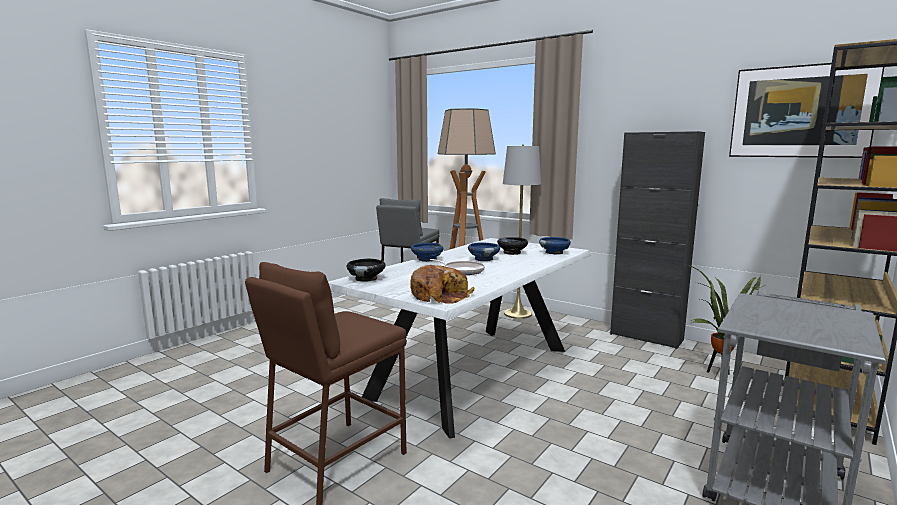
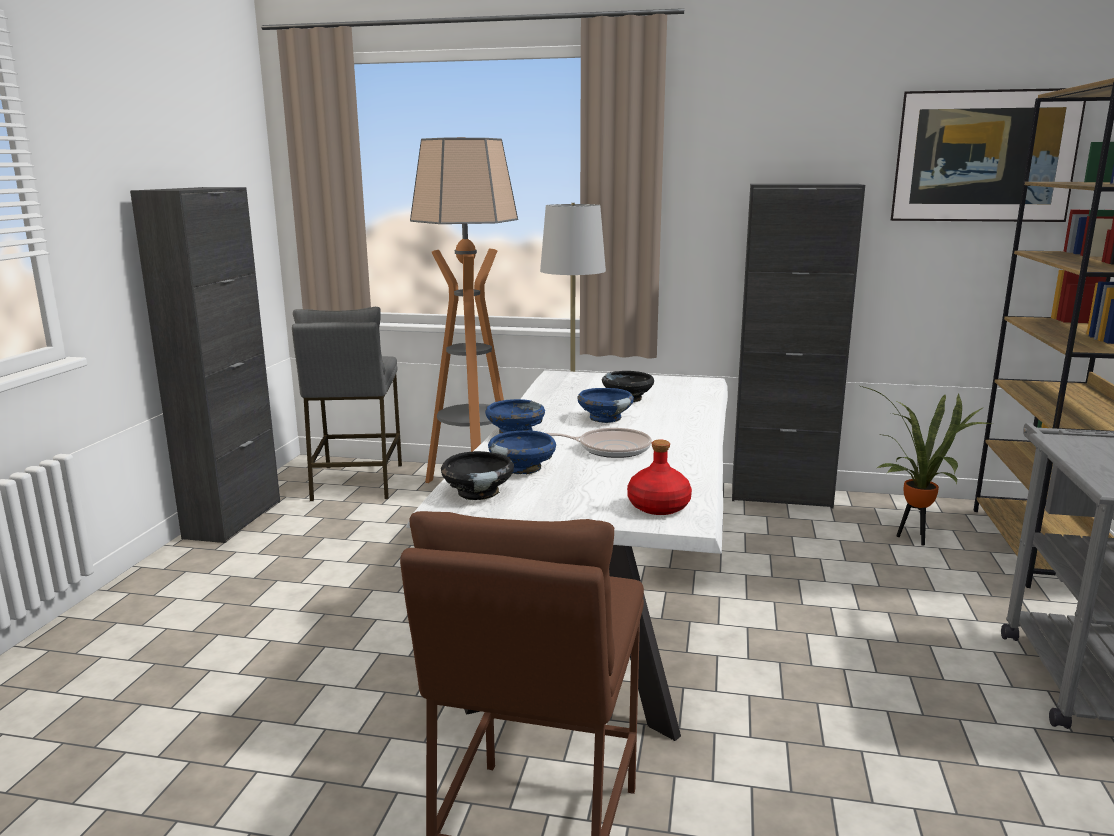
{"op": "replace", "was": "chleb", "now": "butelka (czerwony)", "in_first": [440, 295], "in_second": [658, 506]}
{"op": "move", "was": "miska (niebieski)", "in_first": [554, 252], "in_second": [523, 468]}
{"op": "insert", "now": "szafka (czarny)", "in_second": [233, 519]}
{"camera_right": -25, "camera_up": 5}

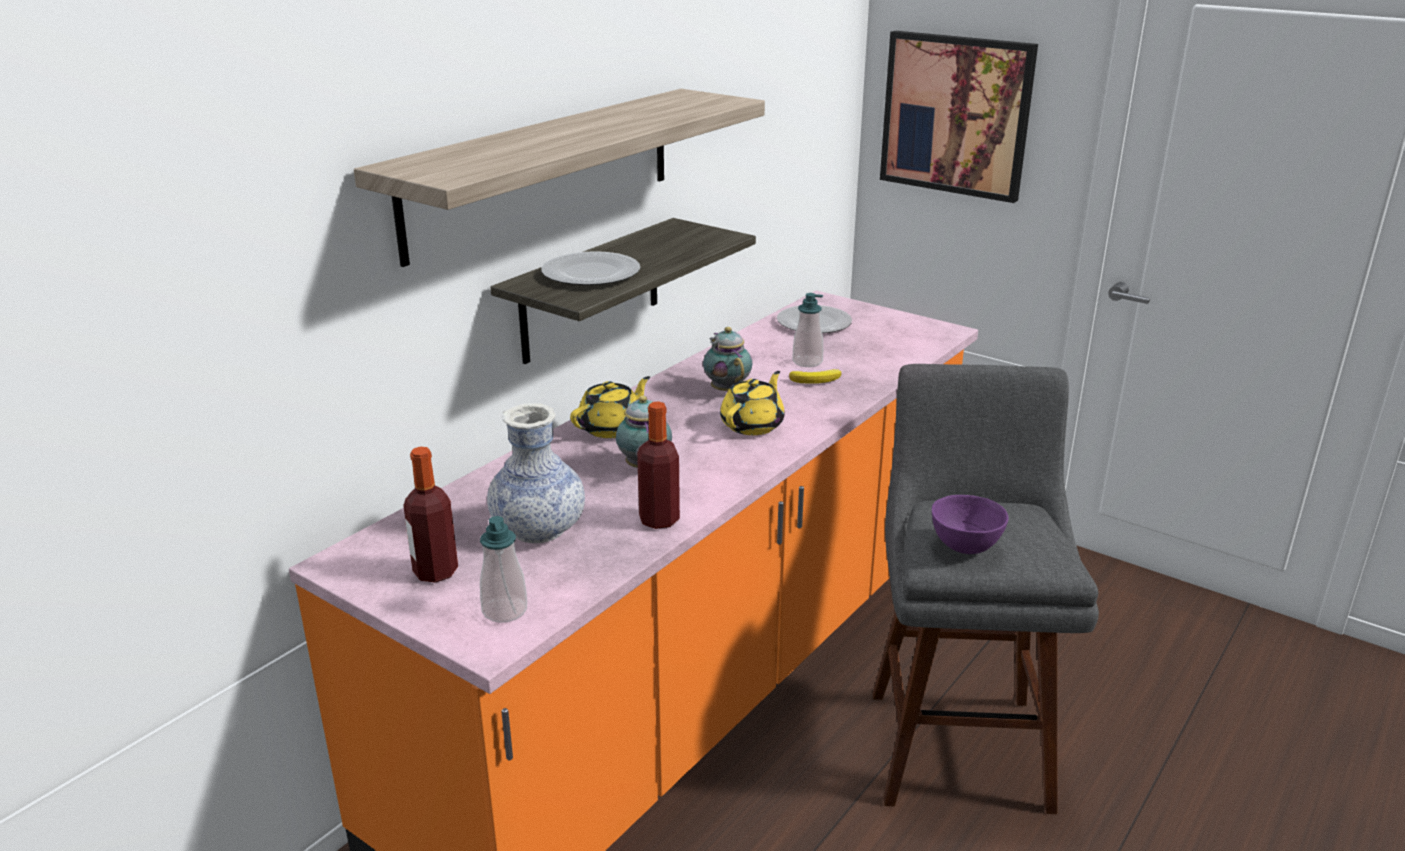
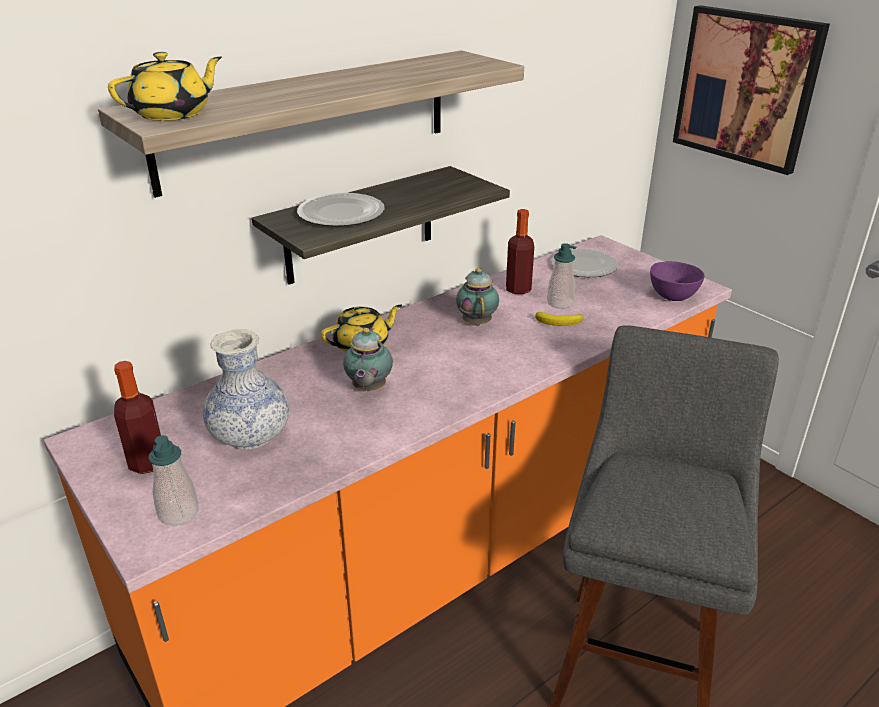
{"op": "move", "was": "butelka", "in_first": [659, 520], "in_second": [518, 289]}
{"op": "move", "was": "imbryk (żółty)", "in_first": [753, 425], "in_second": [173, 114]}
{"op": "move", "was": "miska (fioletowy)", "in_first": [964, 546], "in_second": [672, 296]}
{"camera_right": 15, "camera_up": 5}

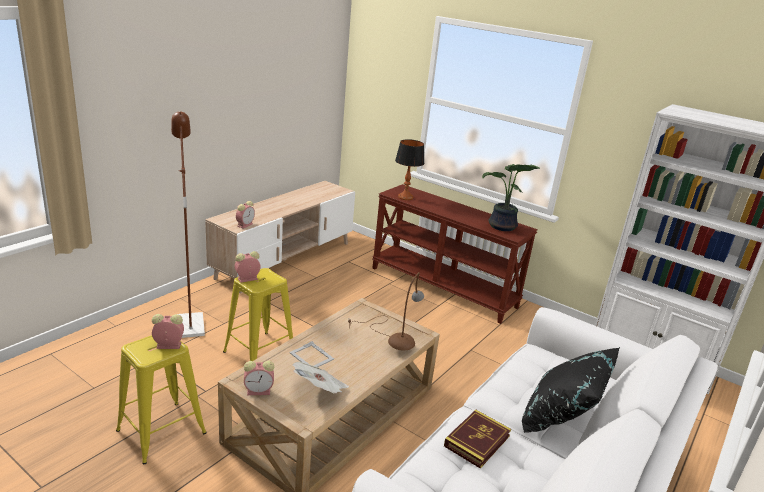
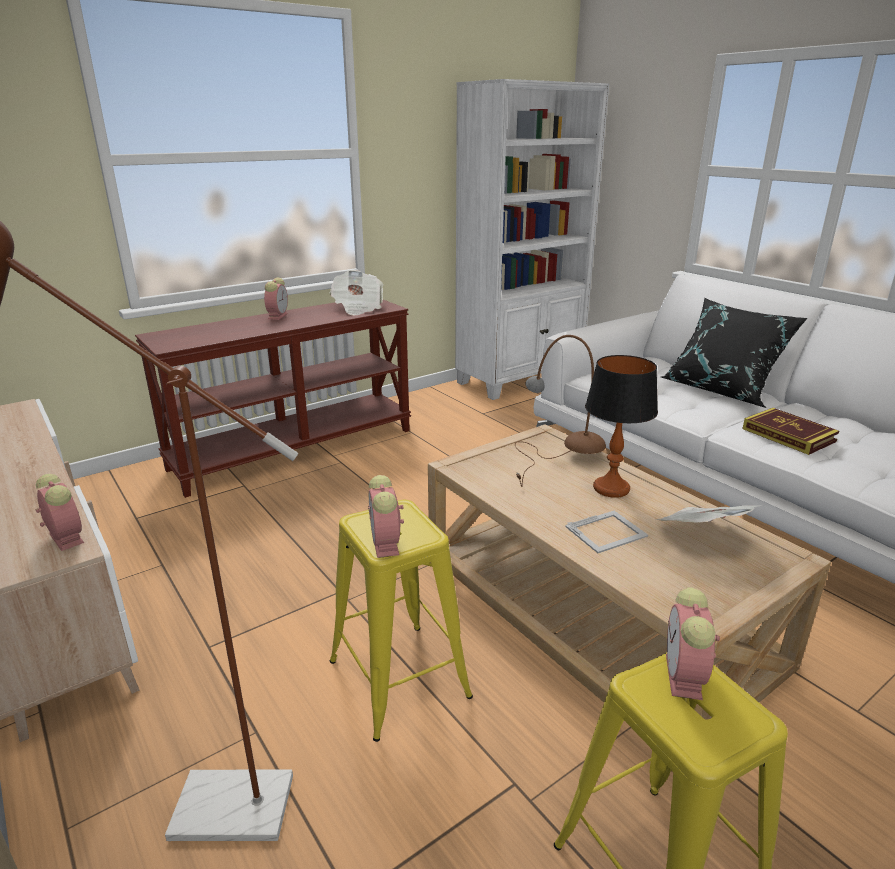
{"op": "move", "was": "budzik", "in_first": [259, 391], "in_second": [277, 316]}
{"op": "move", "was": "lampa stołowa", "in_first": [405, 197], "in_second": [610, 488]}
{"op": "replace", "was": "roślina doniczkowa", "now": "gazeta", "in_first": [502, 227], "in_second": [358, 308]}
{"camera_right": -70, "camera_up": 0}

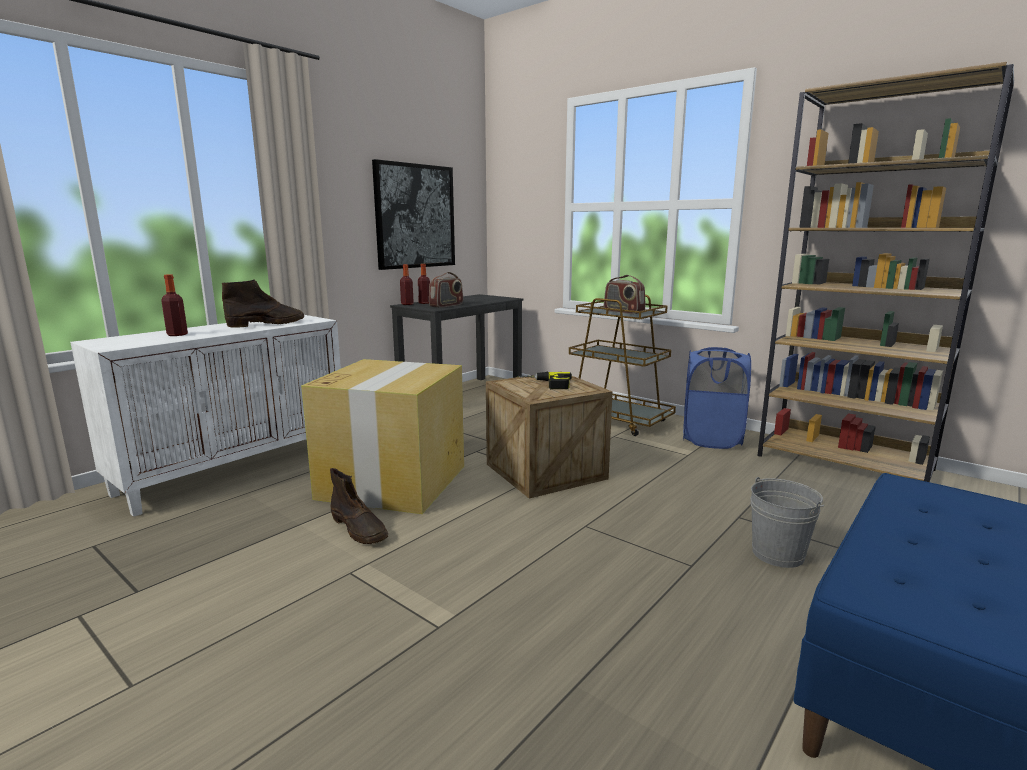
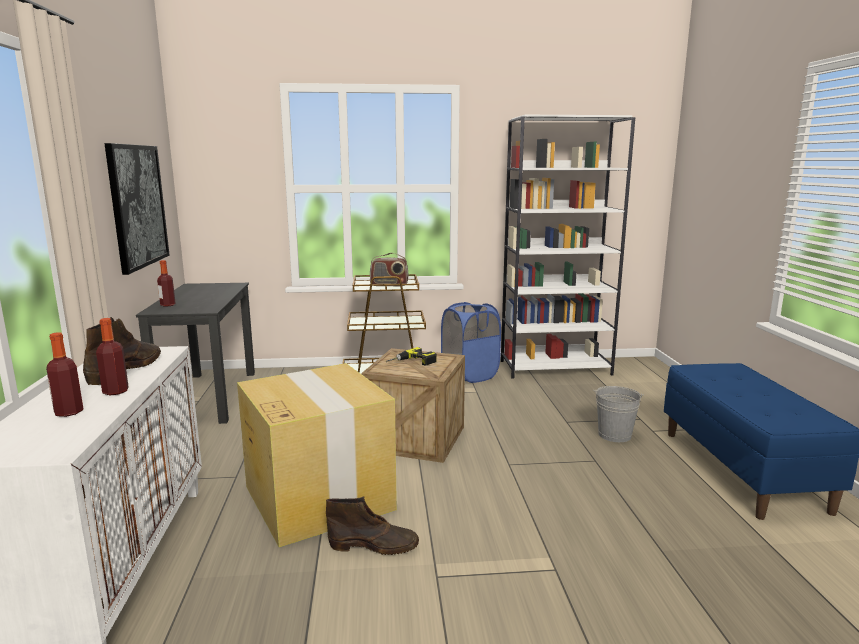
{"op": "move", "was": "butelka", "in_first": [407, 304], "in_second": [115, 391]}
{"op": "delete", "was": "radio", "in_first": [446, 305]}
{"op": "recolor", "was": "regał (brązowy)", "now": "regał (biały)", "in_first": [845, 462], "in_second": [555, 367]}
{"camera_right": -45, "camera_up": 0}

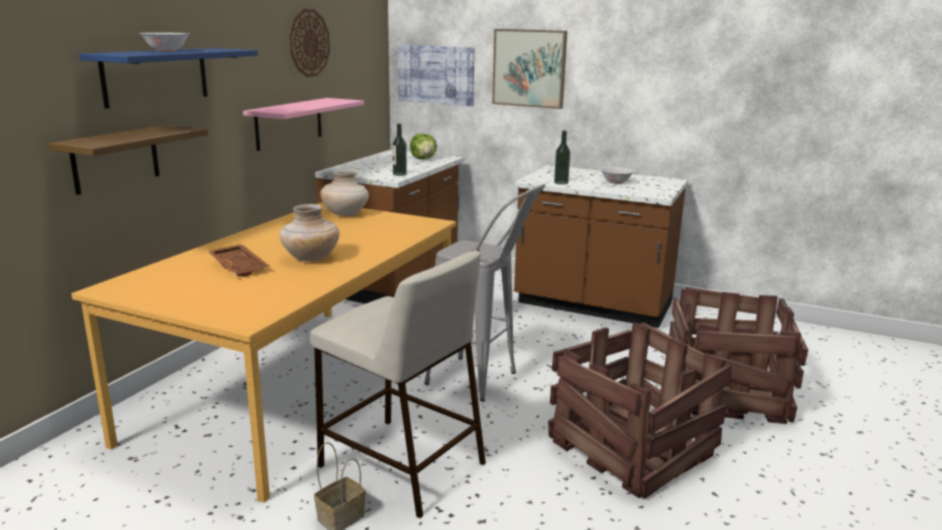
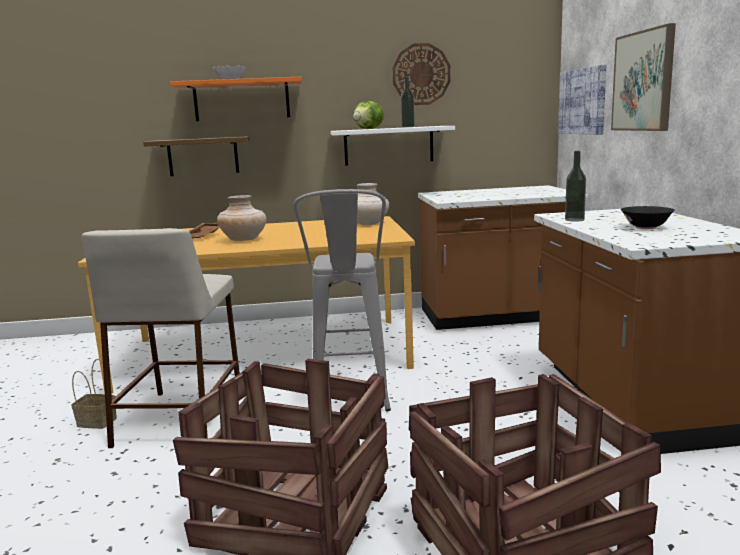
{"op": "recolor", "was": "półka (niebieski)", "now": "półka (pomarańczowy)", "in_first": [156, 76], "in_second": [241, 100]}
{"op": "recolor", "was": "półka (różowy)", "now": "półka (biały)", "in_first": [289, 123], "in_second": [388, 145]}
{"op": "move", "was": "butelka", "in_first": [399, 174], "in_second": [408, 127]}
{"op": "move", "was": "sałata", "in_first": [423, 159], "in_second": [369, 129]}
{"op": "recolor", "was": "miska (biały)", "now": "miska (czarny)", "in_first": [616, 182], "in_second": [646, 227]}
{"camera_right": 60, "camera_up": -5}

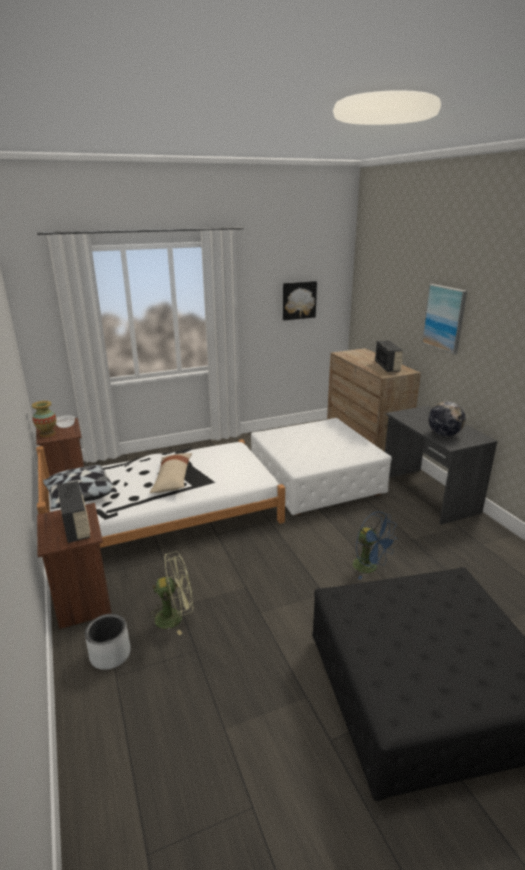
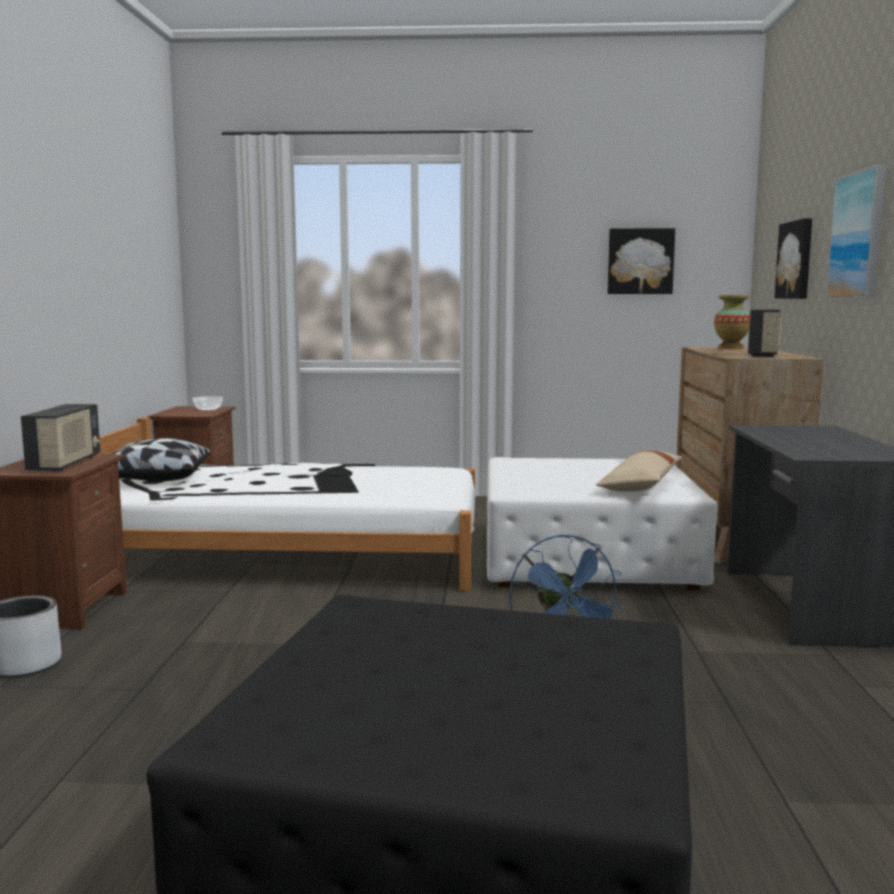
{"op": "move", "was": "wazon", "in_first": [47, 434], "in_second": [730, 348]}
{"op": "delete", "was": "wentylator (zielony)", "in_first": [175, 617]}
{"op": "move", "was": "poduszka (beżowy)", "in_first": [172, 479], "in_second": [640, 485]}
{"op": "delete", "was": "globus", "in_first": [444, 434]}
{"op": "insert", "now": "obraz", "in_second": [796, 260]}
{"camera_right": 25, "camera_up": -15}

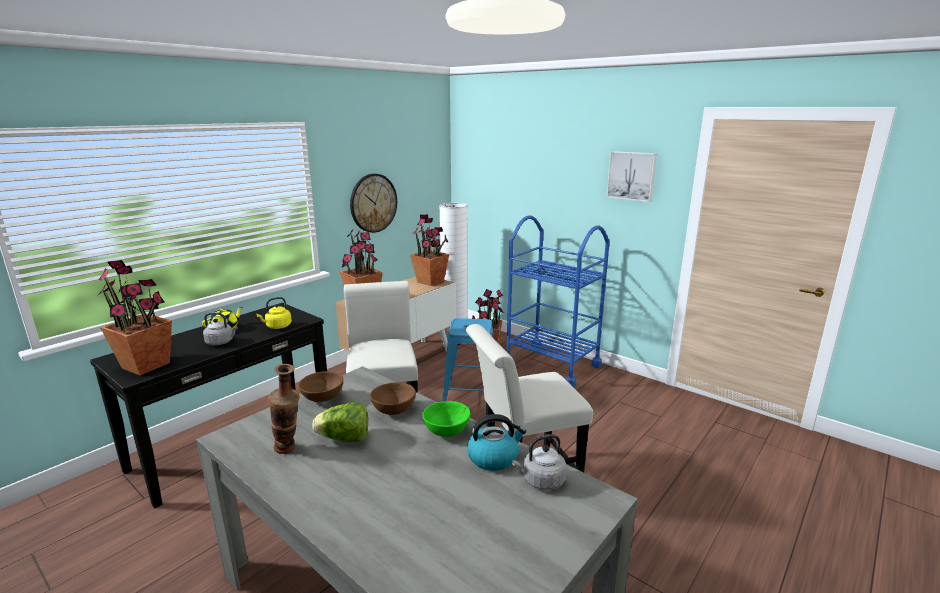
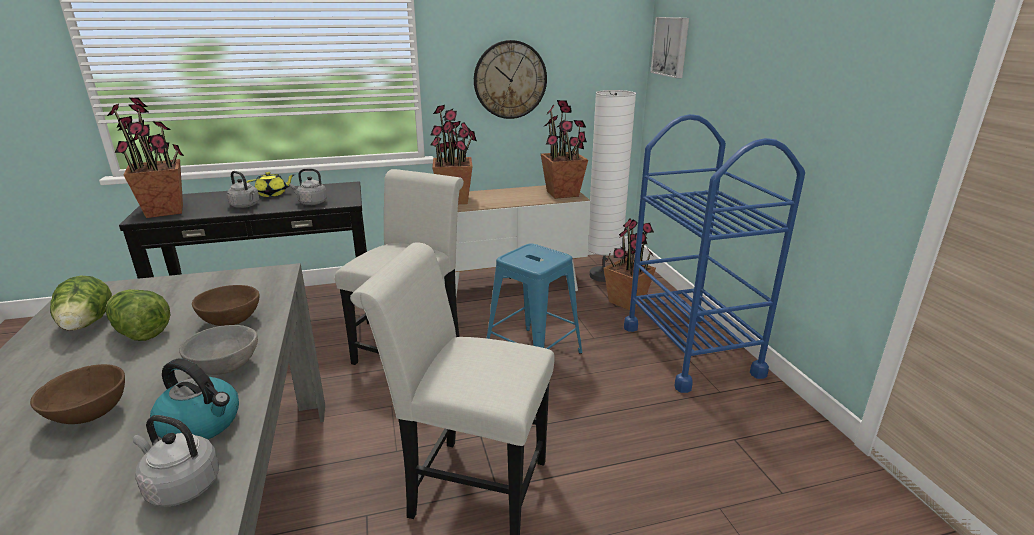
{"op": "recolor", "was": "czajnik (żółty)", "now": "czajnik (szary)", "in_first": [277, 326], "in_second": [311, 203]}
{"op": "replace", "was": "wazon", "now": "sałata", "in_first": [289, 451], "in_second": [86, 325]}
{"op": "move", "was": "miska (brązowy)", "in_first": [322, 399], "in_second": [88, 415]}
{"op": "recolor", "was": "miska (zielony)", "now": "miska (szary)", "in_first": [446, 431], "in_second": [225, 367]}
{"op": "move", "was": "obraz", "in_first": [631, 176], "in_second": [671, 46]}
{"camera_right": 35, "camera_up": 5}

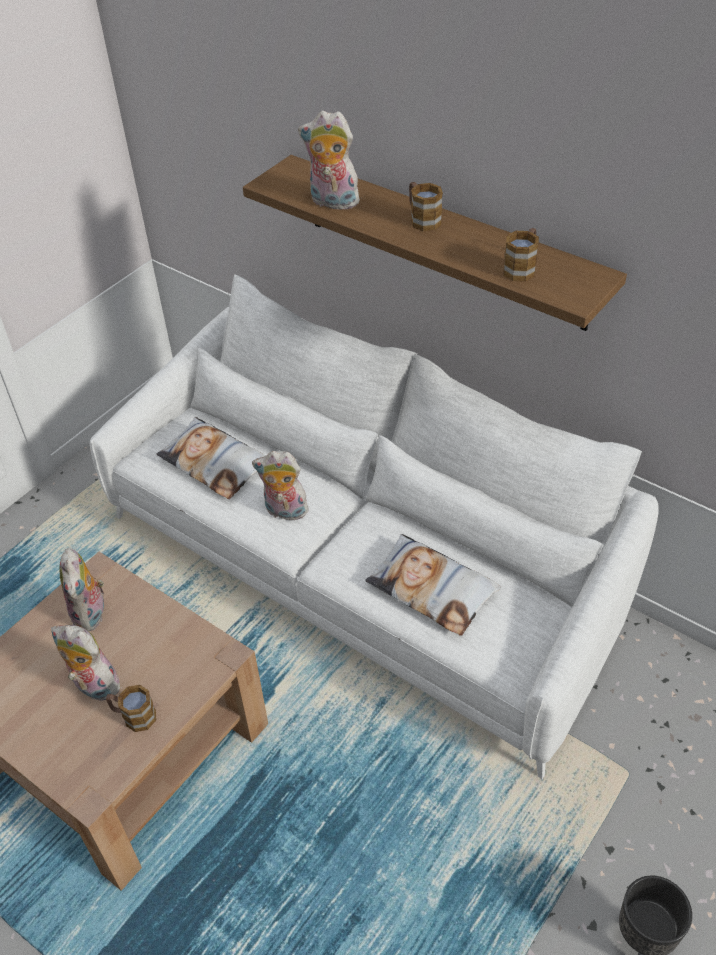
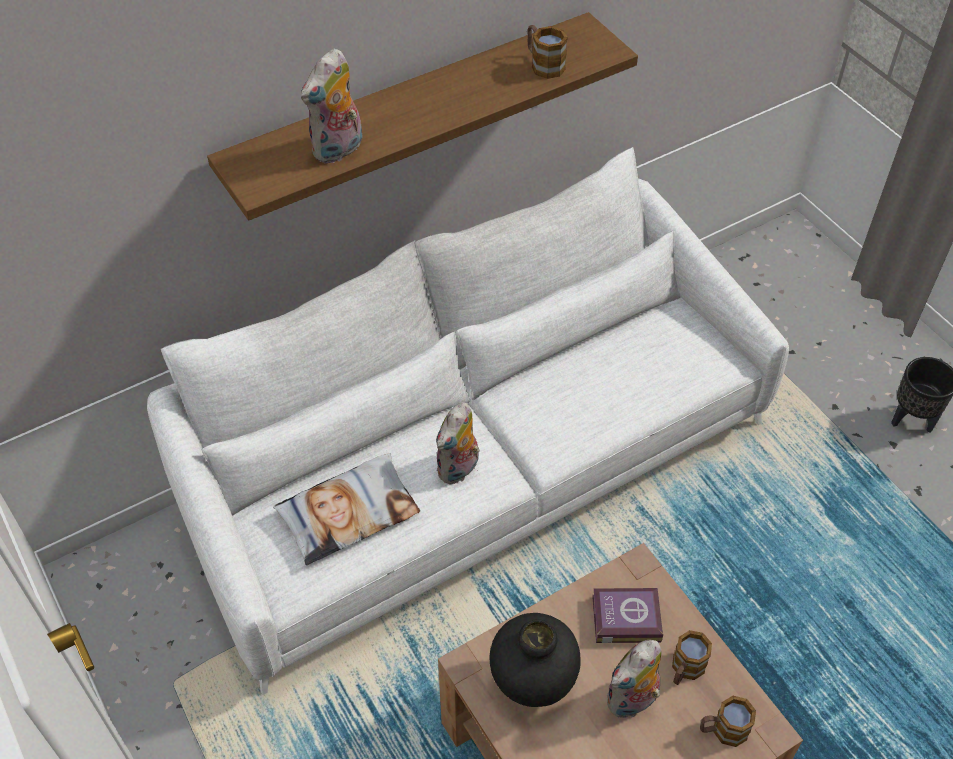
{"op": "replace", "was": "pluszak", "now": "wazon (czarny)", "in_first": [92, 615], "in_second": [532, 684]}
{"op": "delete", "was": "poduszka", "in_first": [432, 589]}
{"op": "move", "was": "kubek", "in_first": [422, 219], "in_second": [722, 730]}
{"op": "insert", "now": "książka", "in_second": [624, 617]}
{"camera_right": -70, "camera_up": 5}

